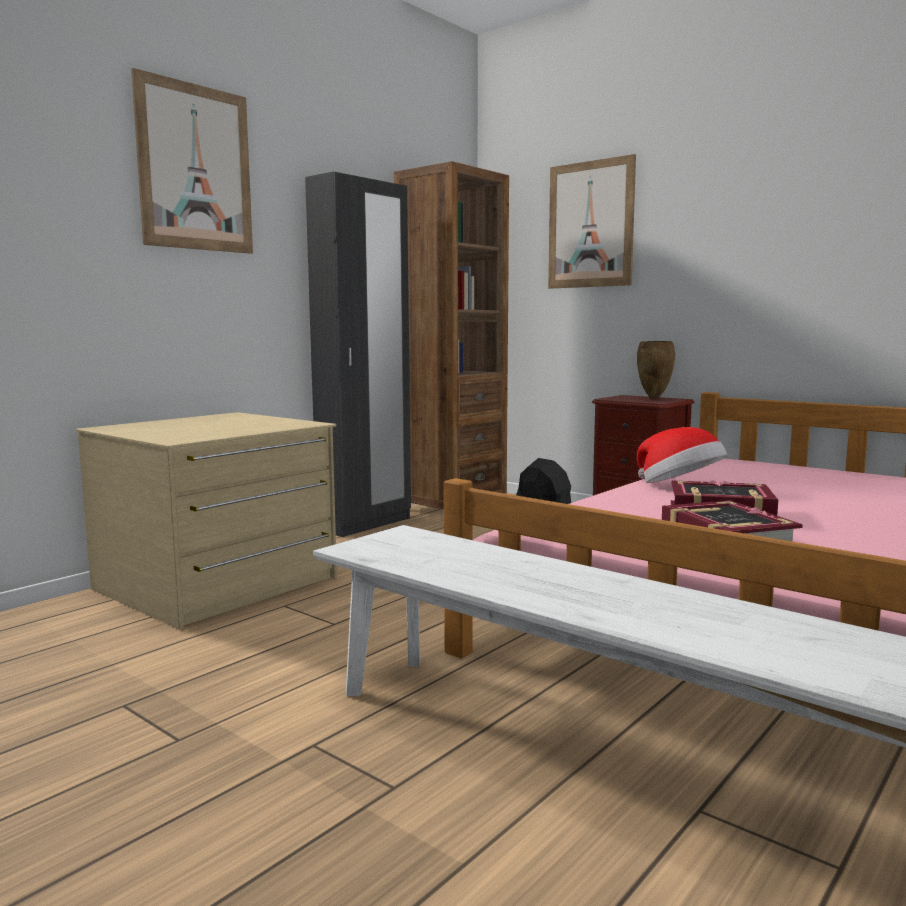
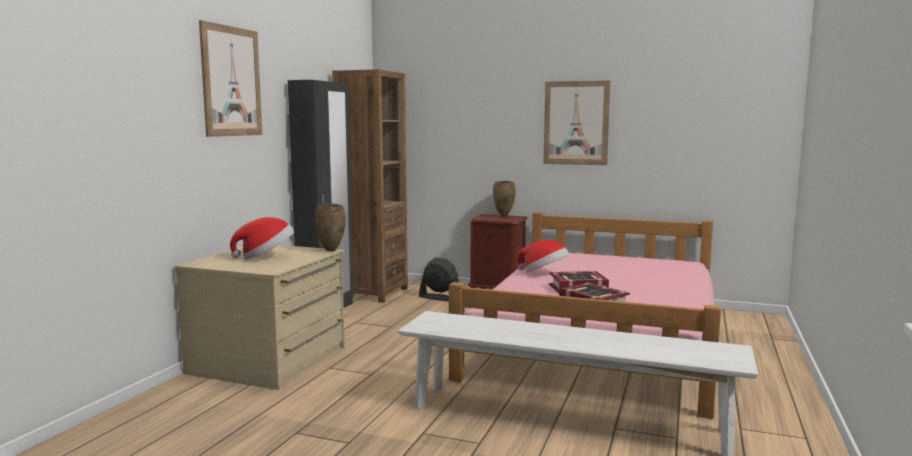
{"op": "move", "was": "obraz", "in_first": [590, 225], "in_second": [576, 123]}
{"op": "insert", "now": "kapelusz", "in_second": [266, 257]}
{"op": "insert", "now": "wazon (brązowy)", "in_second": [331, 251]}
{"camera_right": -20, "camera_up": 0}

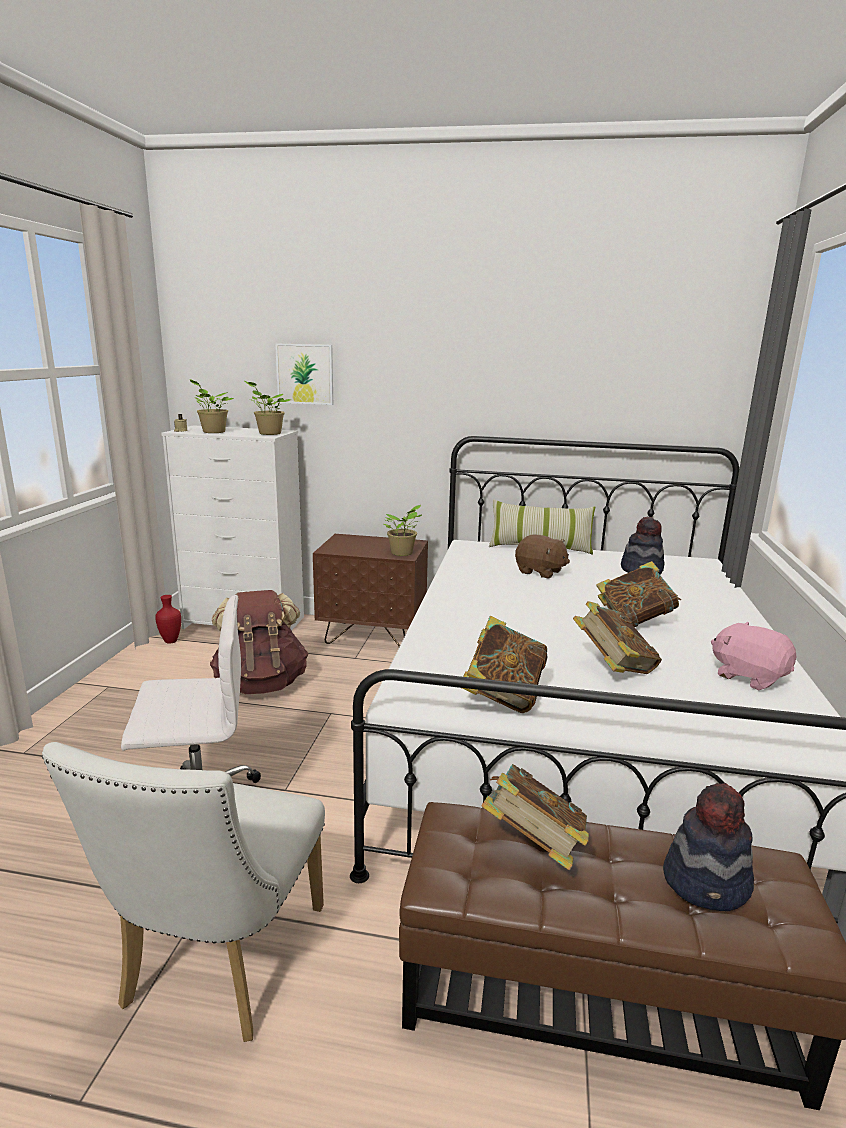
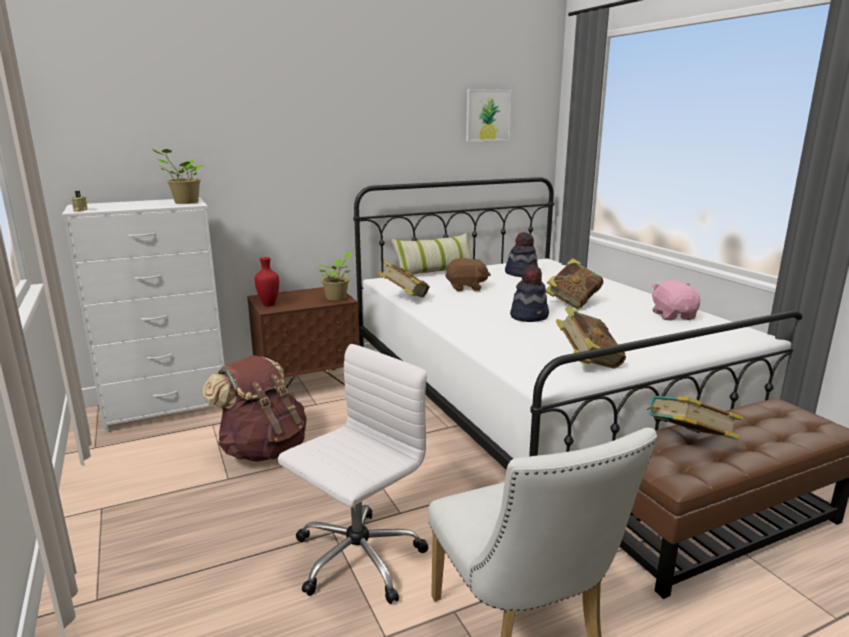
{"op": "move", "was": "wazon (czerwony)", "in_first": [170, 641], "in_second": [268, 305]}
{"op": "delete", "was": "roślina doniczkowa", "in_first": [212, 432]}
{"op": "move", "was": "obraz", "in_first": [305, 374], "in_second": [488, 115]}
{"op": "move", "was": "książka", "in_first": [613, 667], "in_second": [404, 298]}
{"op": "move", "was": "kapelusz", "in_first": [707, 882], "in_second": [529, 316]}
{"op": "rotate", "was": "pluszak (różowy)", "in_first": [749, 676], "in_second": [673, 316], "clockwise": 75}
{"camera_right": -35, "camera_up": 0}

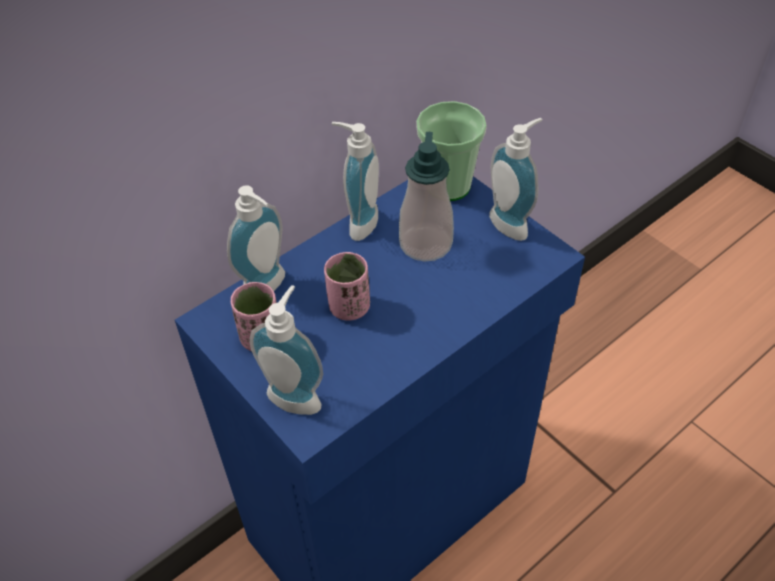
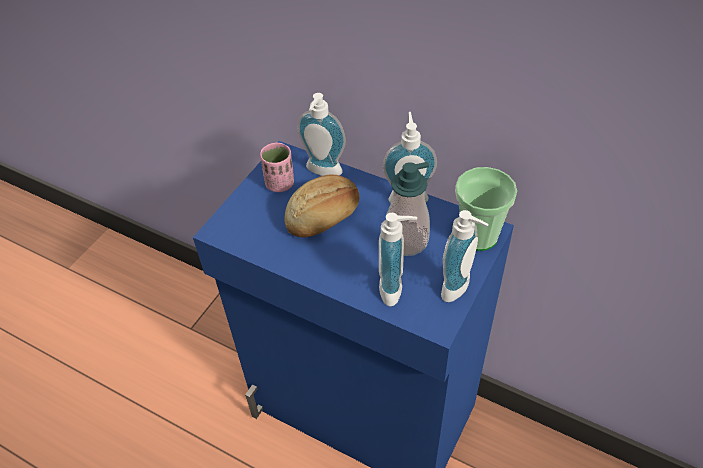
{"op": "move", "was": "dozownik mydła", "in_first": [297, 394], "in_second": [396, 288]}
{"op": "replace", "was": "filiżanka (różowy)", "now": "chleb", "in_first": [349, 307], "in_second": [324, 218]}
{"camera_right": 70, "camera_up": 0}

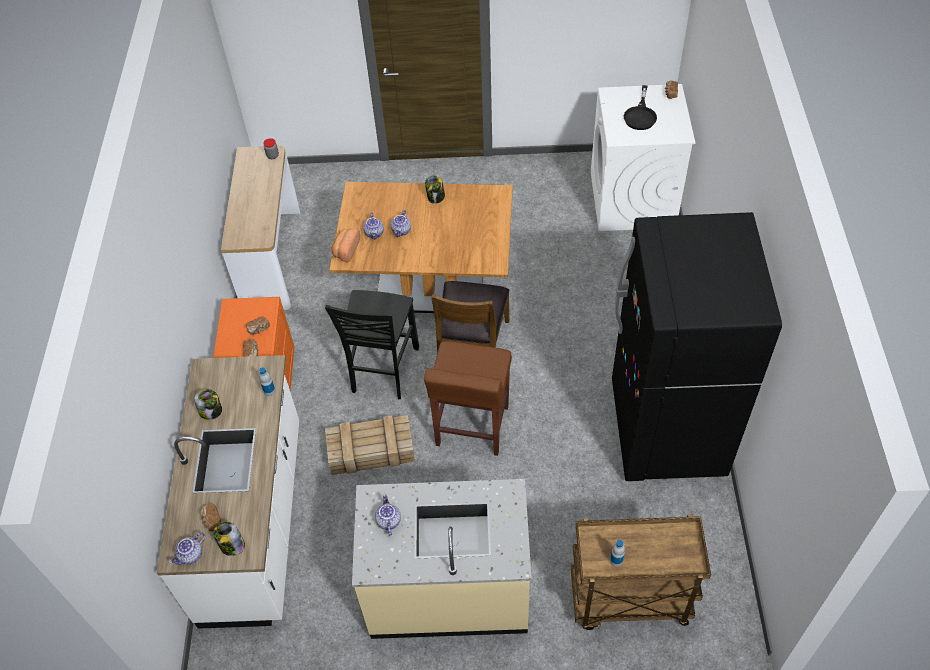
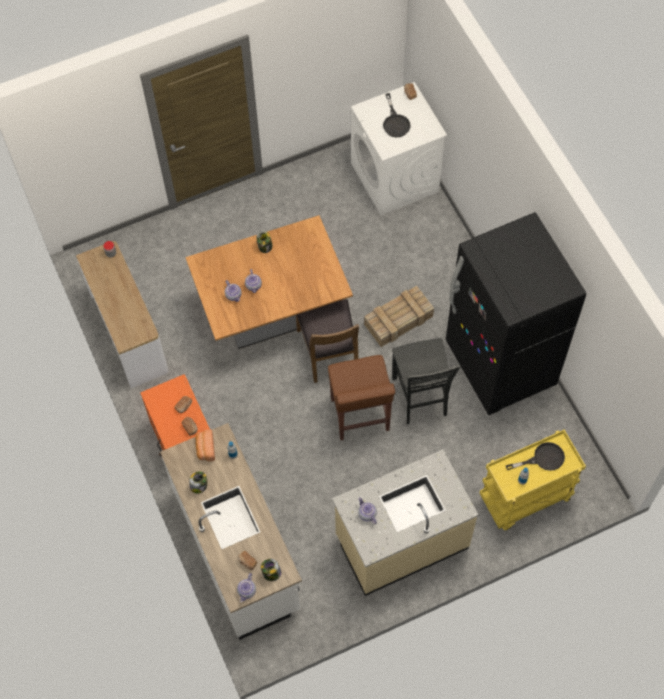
{"op": "move", "was": "krzesło (czarny)", "in_first": [383, 371], "in_second": [420, 397]}
{"op": "move", "was": "skrzynka", "in_first": [370, 451], "in_second": [398, 321]}
{"op": "move", "was": "chleb", "in_first": [346, 250], "in_second": [205, 448]}
{"op": "recolor", "was": "wózek (brązowy)", "now": "wózek (żółty)", "in_first": [628, 600], "in_second": [525, 499]}
{"op": "insert", "now": "patelnia (czarny)", "in_second": [542, 459]}
{"camera_right": -25, "camera_up": 10}

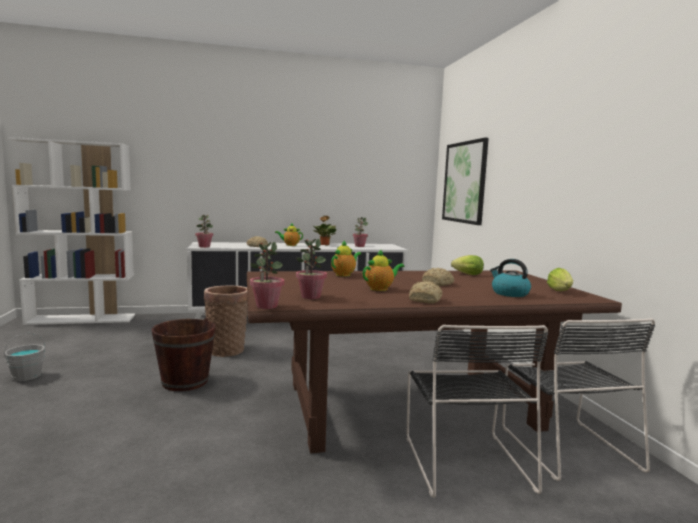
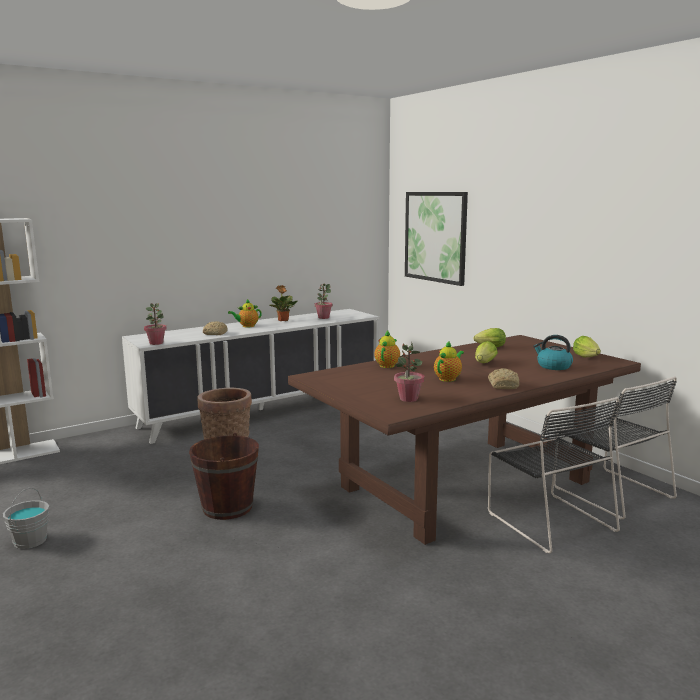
{"op": "delete", "was": "roślina doniczkowa", "in_first": [266, 306]}
{"op": "replace", "was": "chleb", "now": "sałata", "in_first": [438, 283], "in_second": [484, 364]}
{"camera_right": -20, "camera_up": 5}

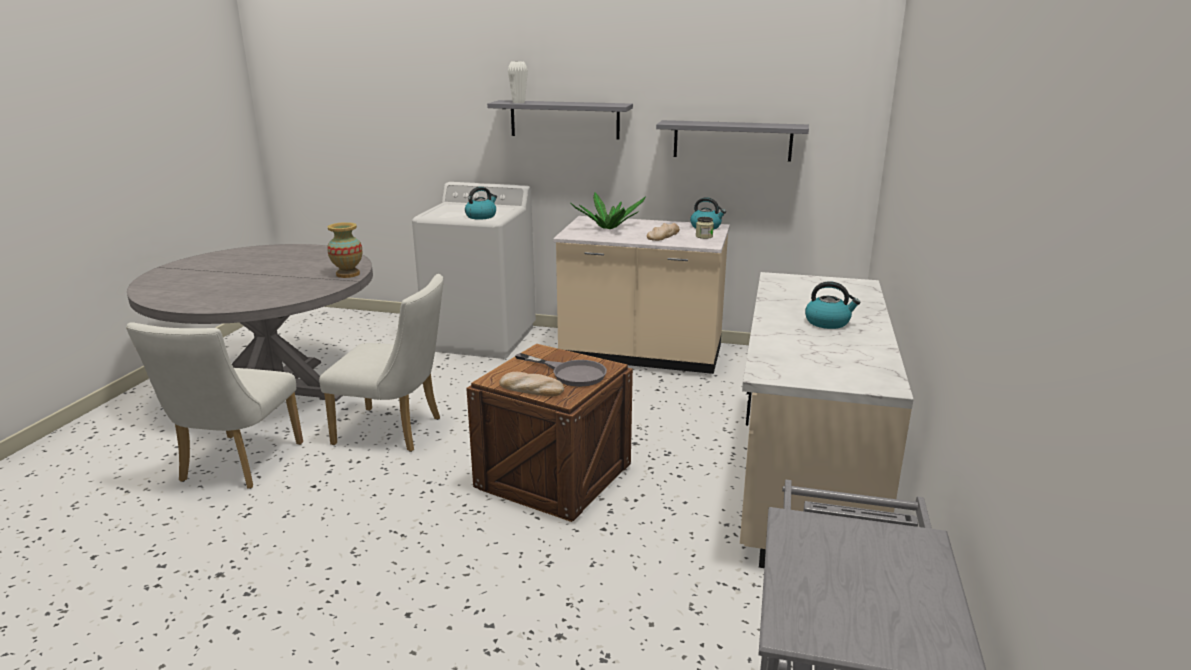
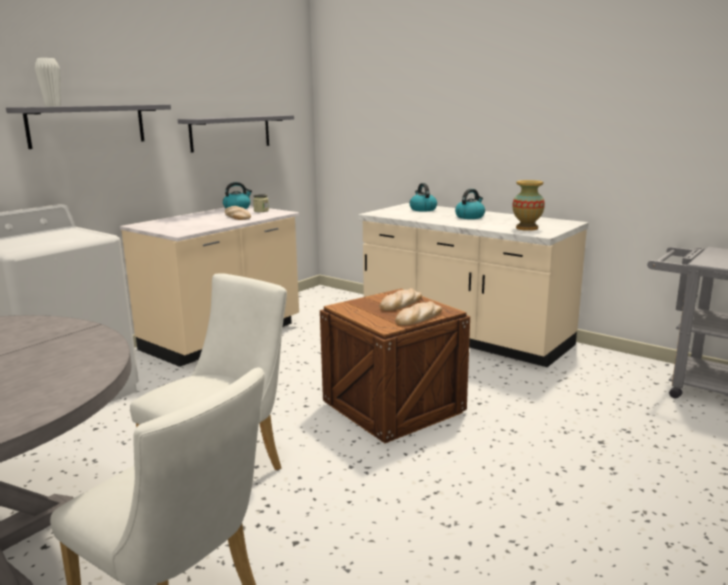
{"op": "move", "was": "wazon", "in_first": [348, 274], "in_second": [527, 228]}
{"op": "move", "was": "czajnik", "in_first": [481, 216], "in_second": [422, 209]}
{"op": "replace", "was": "patelnia (szary)", "now": "chleb", "in_first": [571, 373], "in_second": [401, 303]}
{"op": "delete", "was": "roślina doniczkowa", "in_first": [608, 228]}
{"camera_right": -65, "camera_up": -5}

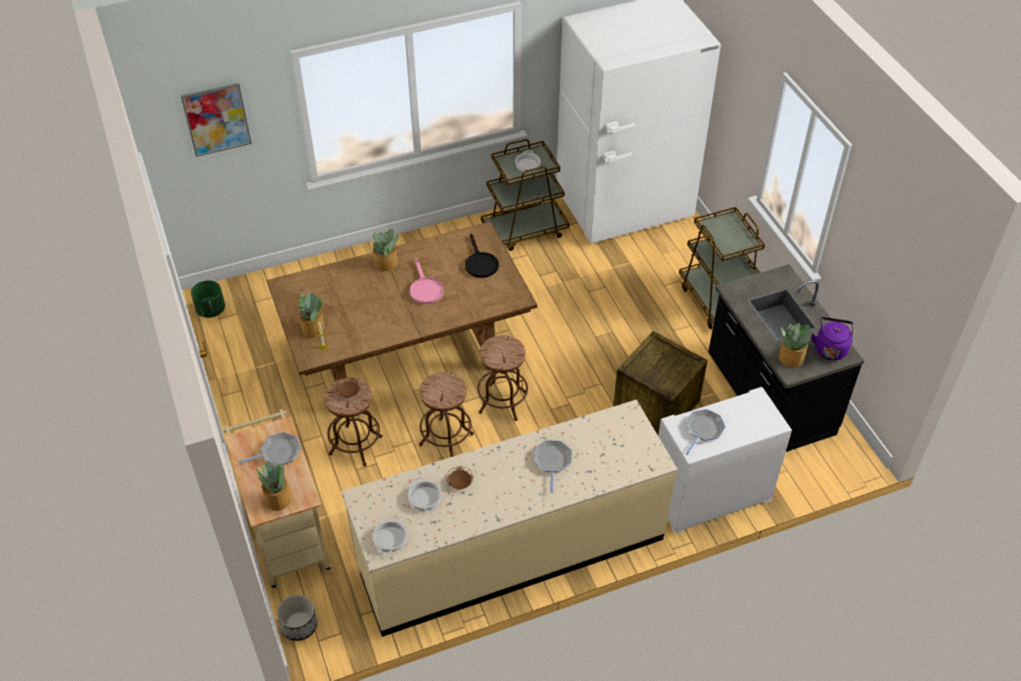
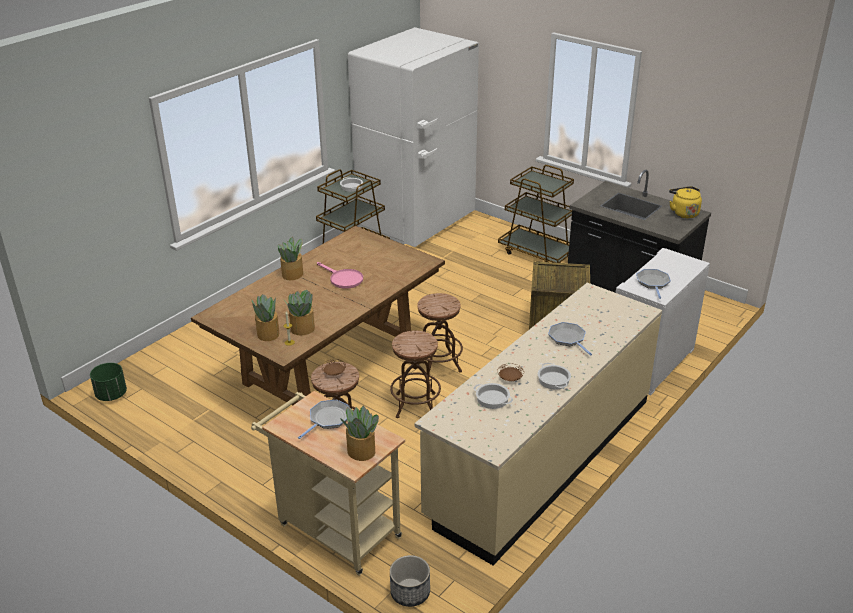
{"op": "delete", "was": "obraz", "in_first": [216, 119]}
{"op": "move", "was": "garnek", "in_first": [390, 538], "in_second": [553, 380]}
{"op": "delete", "was": "patelnia (czarny)", "in_first": [480, 263]}
{"op": "move", "was": "roślina doniczkowa", "in_first": [790, 358], "in_second": [302, 329]}
{"op": "recolor", "was": "czajnik (fioletowy)", "now": "czajnik (żółty)", "in_first": [830, 348], "in_second": [683, 213]}
{"camera_right": -30, "camera_up": -15}

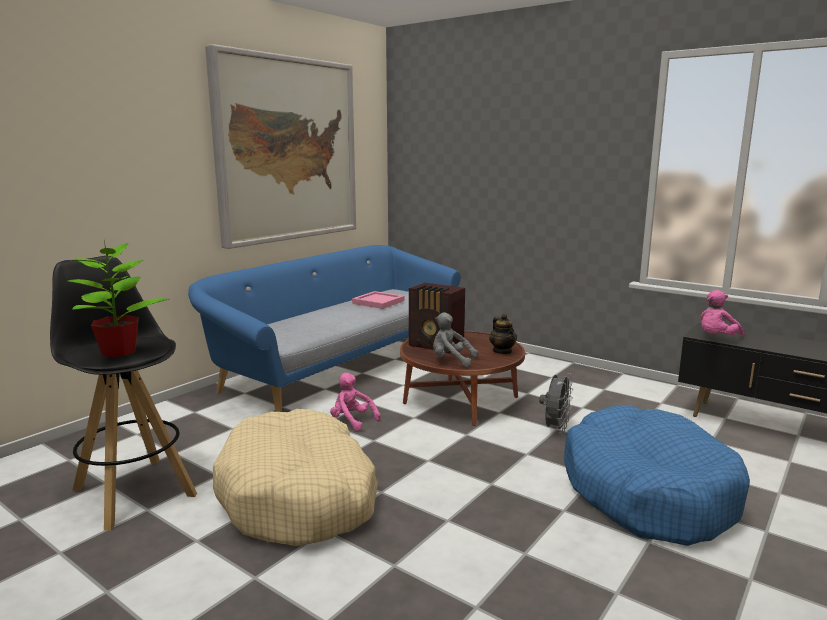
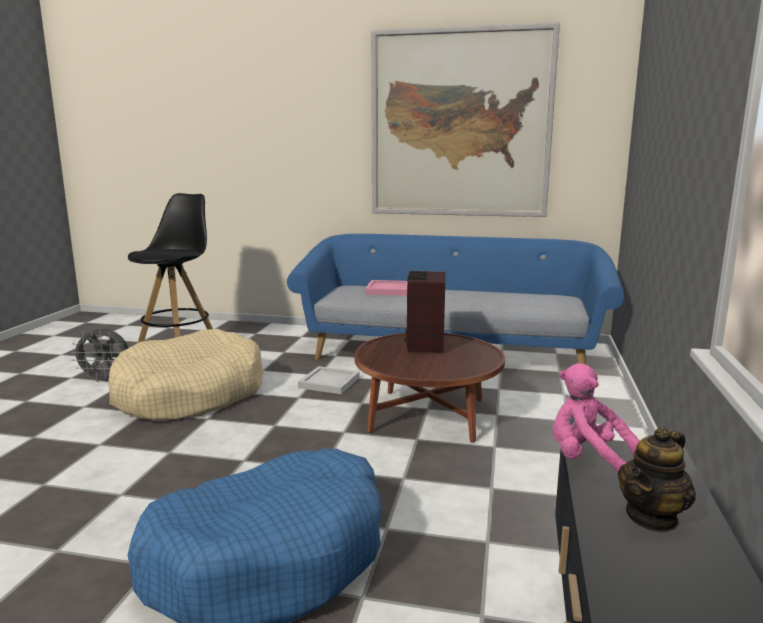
{"op": "delete", "was": "roślina doniczkowa", "in_first": [120, 351]}
{"op": "replace", "was": "pluszak (różowy)", "now": "taca (biały)", "in_first": [352, 421], "in_second": [330, 382]}
{"op": "move", "was": "taca (różowy)", "in_first": [377, 302], "in_second": [387, 290]}
{"op": "delete", "was": "pluszak (szary)", "in_first": [451, 361]}
{"op": "move", "was": "imbryk", "in_first": [502, 351], "in_second": [652, 517]}
{"op": "move", "was": "wentylator (szary)", "in_first": [555, 429], "in_second": [106, 379]}
{"camera_right": 65, "camera_up": 0}

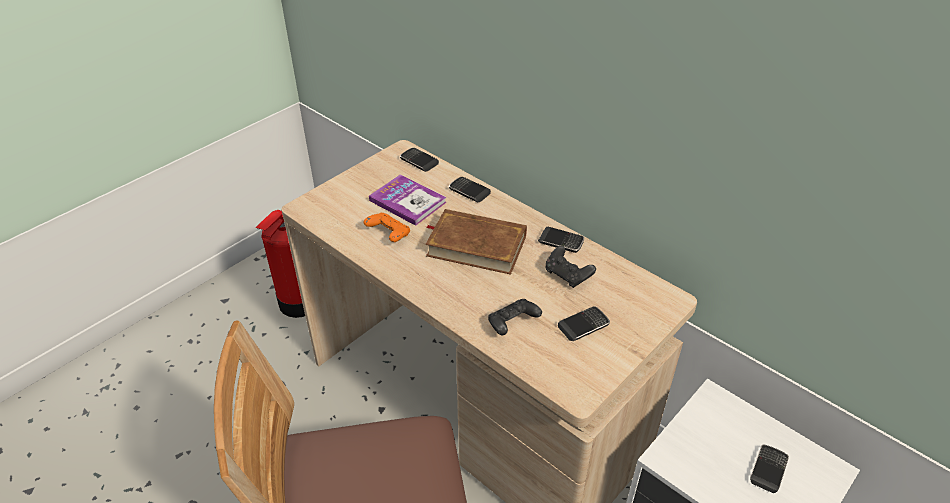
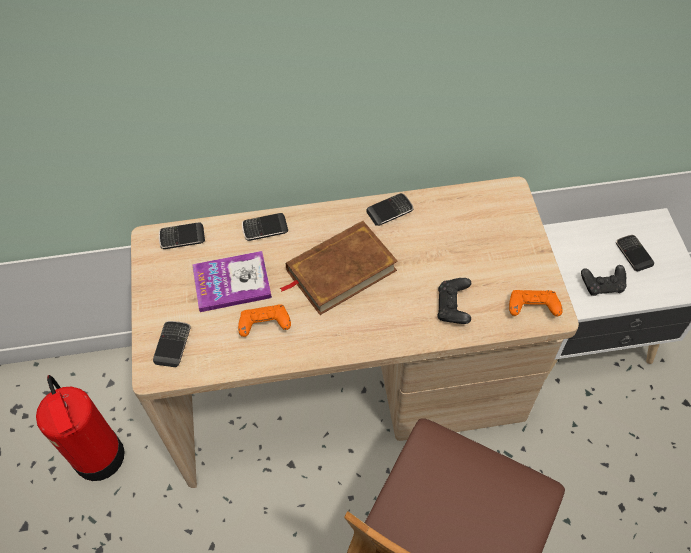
{"op": "move", "was": "pad do gier (czarny)", "in_first": [568, 275], "in_second": [602, 286]}
{"op": "move", "was": "telefon", "in_first": [583, 326], "in_second": [172, 345]}
{"op": "insert", "now": "pad do gier (pomarańczowy)", "in_second": [531, 309]}
{"camera_right": -50, "camera_up": 15}

